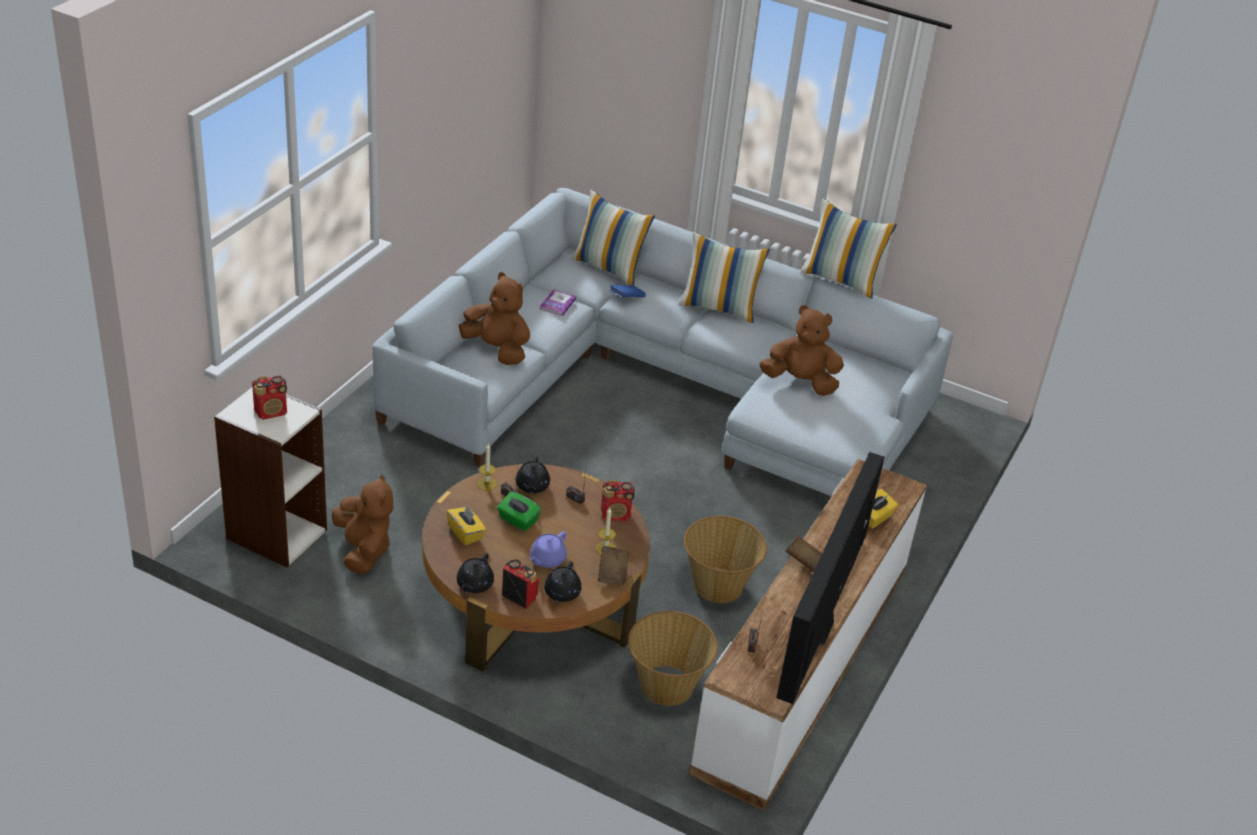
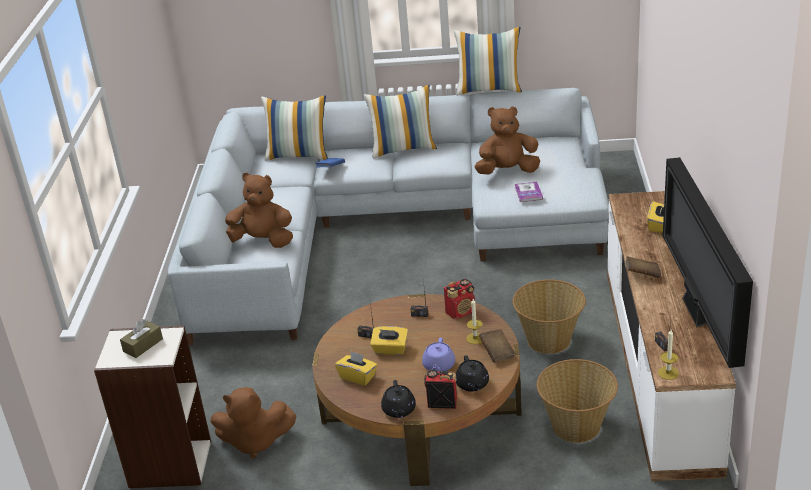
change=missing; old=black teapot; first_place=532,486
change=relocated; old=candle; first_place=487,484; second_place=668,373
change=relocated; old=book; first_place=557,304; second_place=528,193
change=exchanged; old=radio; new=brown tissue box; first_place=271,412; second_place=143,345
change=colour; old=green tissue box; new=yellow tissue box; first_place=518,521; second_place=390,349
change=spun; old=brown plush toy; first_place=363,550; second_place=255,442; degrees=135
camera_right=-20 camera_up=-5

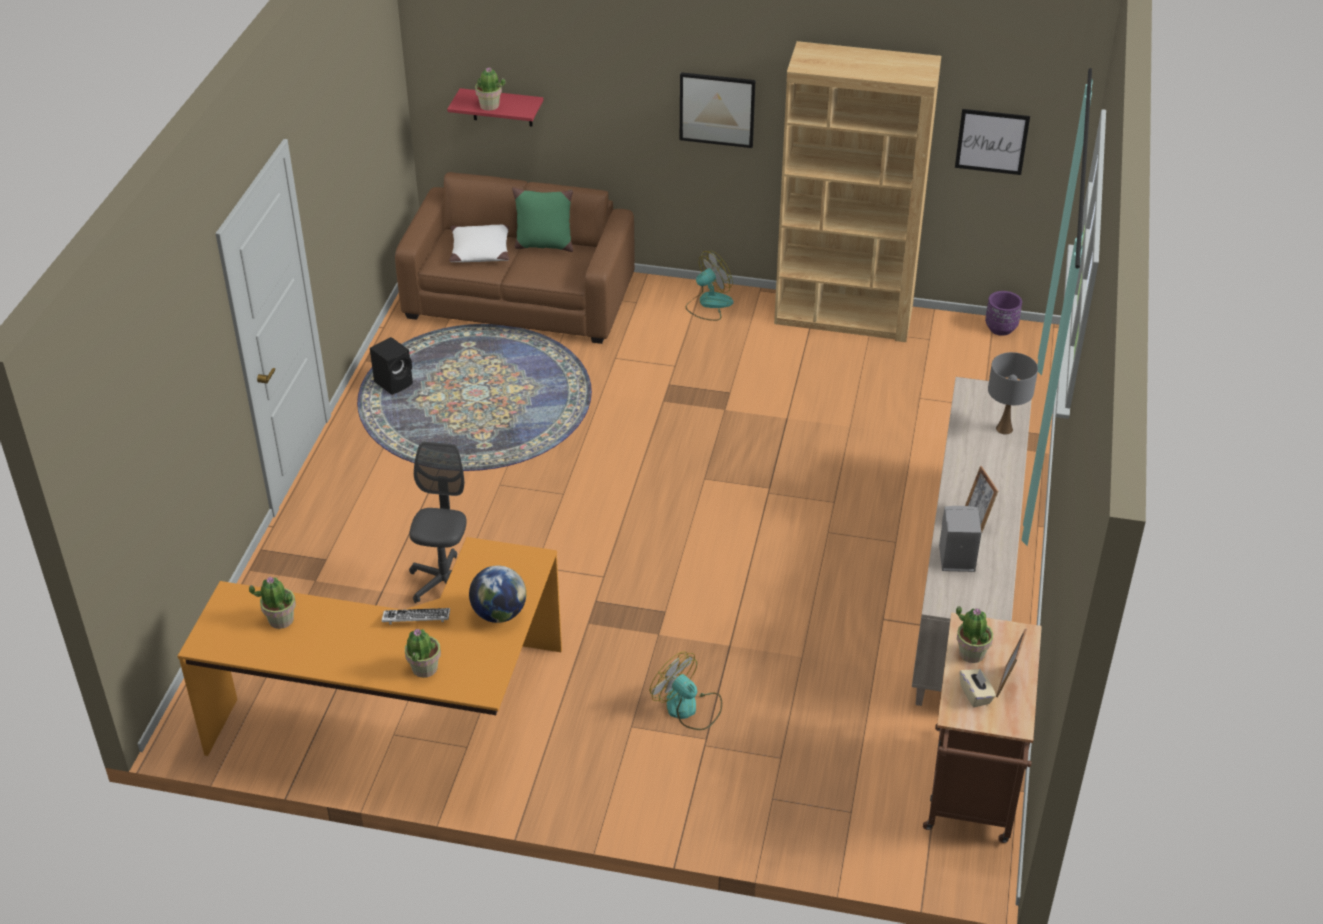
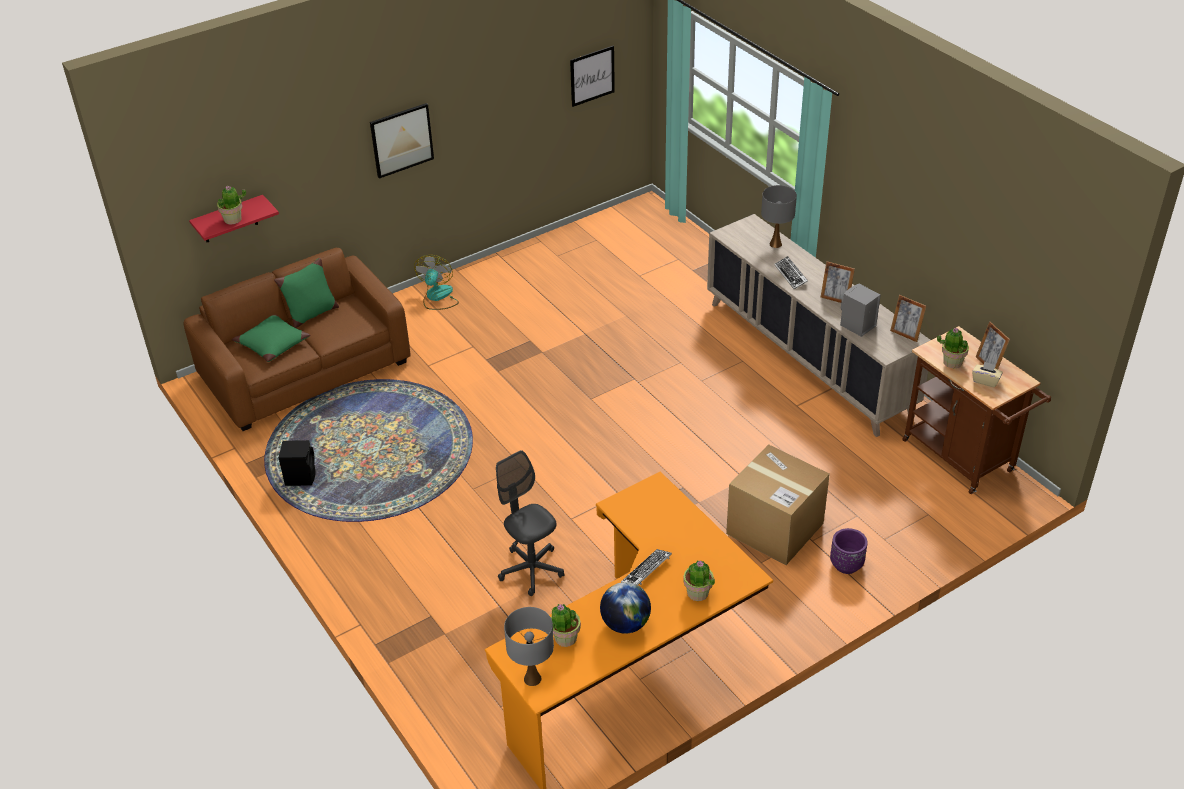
change=missing; old=brown bookcase; first_place=844,316
change=appeared; new=grey table lamp; second_place=532,678
change=appeared; new=keyboard; second_place=791,275
change=appeared; new=picture frame; second_place=905,334
change=relocated; old=globe; first_place=499,614; second_place=625,624
change=relocated; old=purple planter; first_place=1001,328; second_place=846,565
change=exchanged; old=fan; new=cardboard box; first_place=688,708; second_place=775,528
change=colour; old=white pillow; new=green pillow; first_place=480,251; second_place=272,344
camera_right=-45 camera_up=0

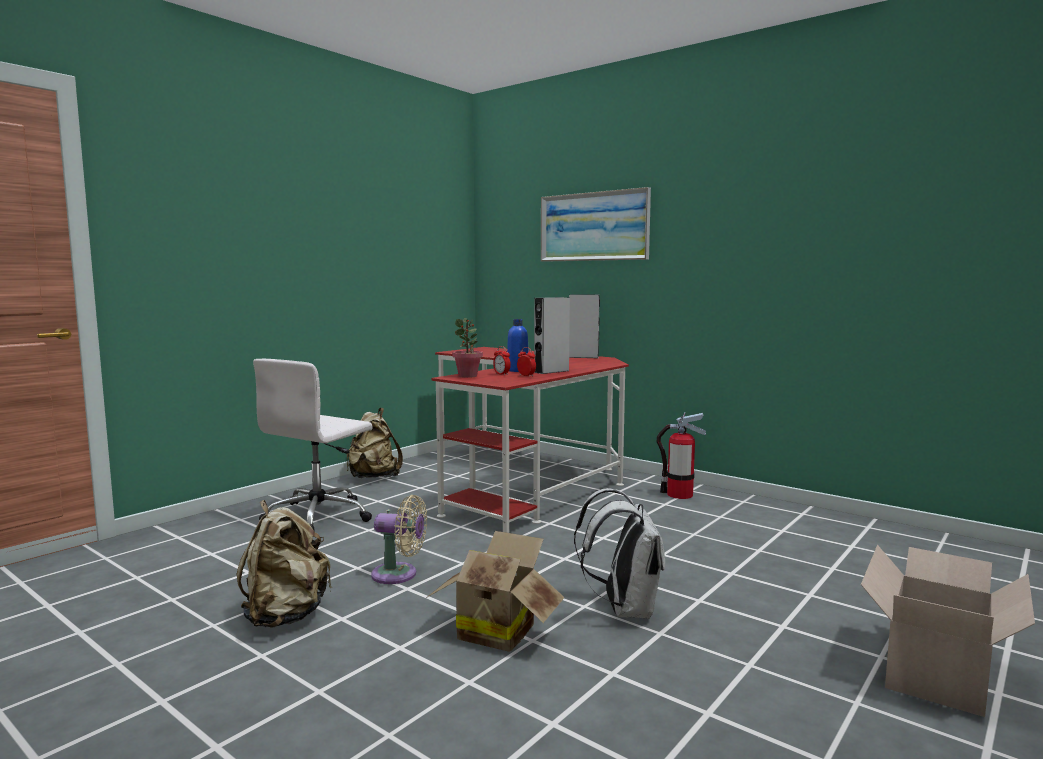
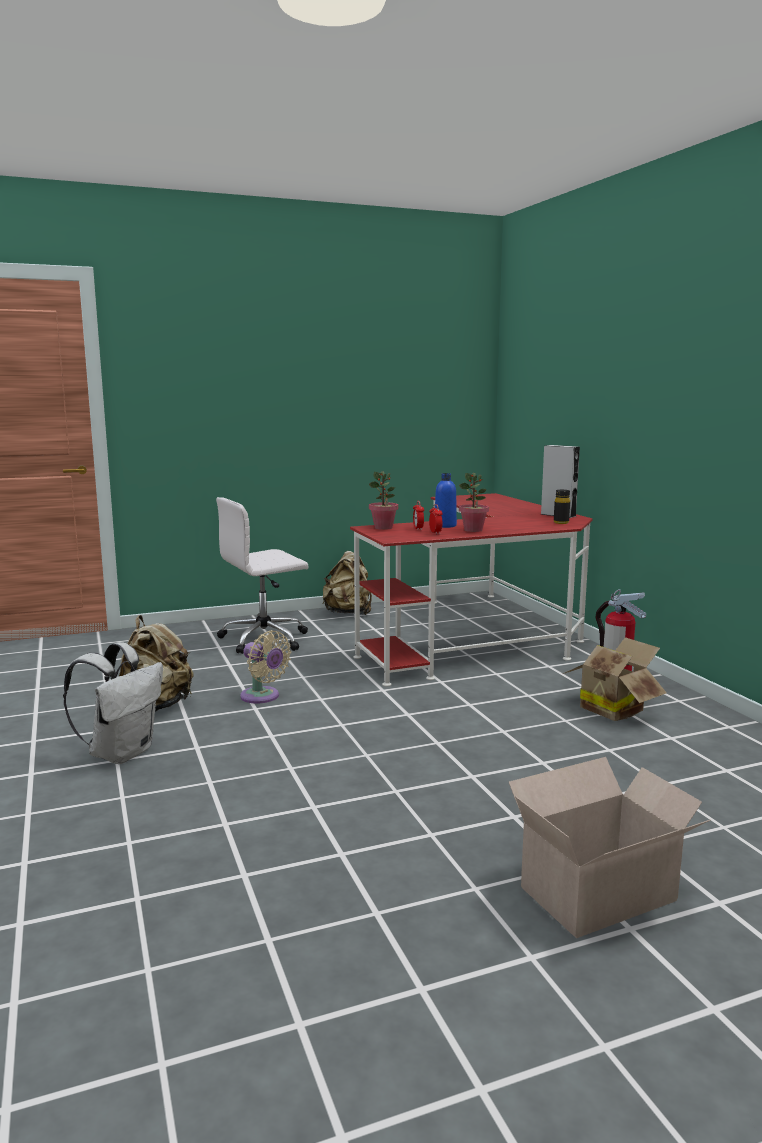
change=missing; old=picture; first_place=594,226
change=appeared; new=black bottle; second_place=561,522
change=relocated; old=cardboard box; first_place=497,630; second_place=613,709
change=relocated; old=white backpack; first_place=624,609; second_place=122,753
change=exchanged; old=grey speaker; new=potted plant; first_place=551,371; second_place=473,530
camera_right=30 camera_up=5

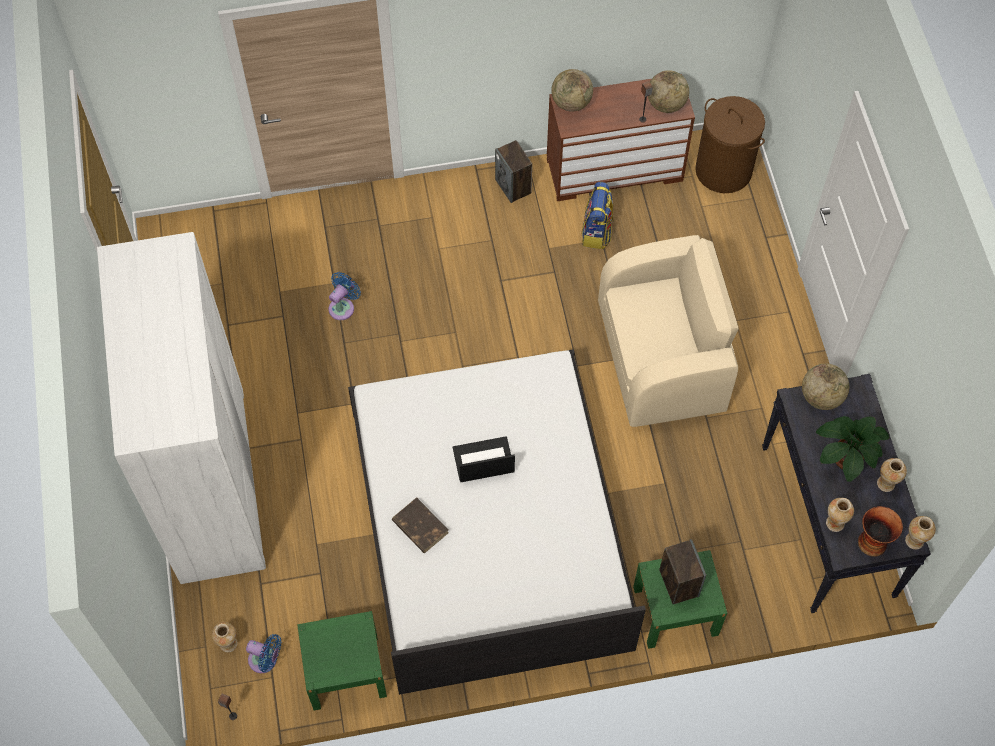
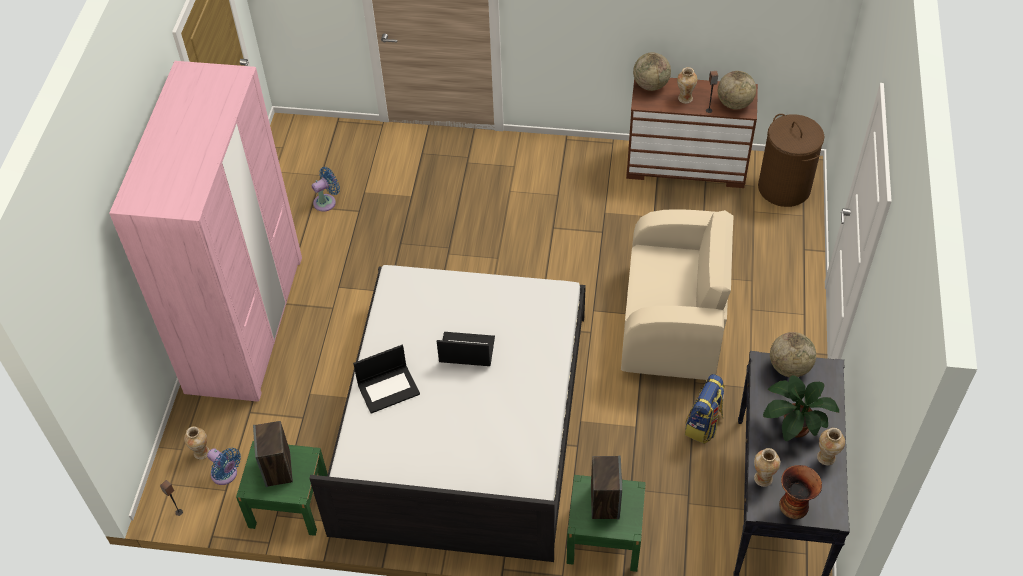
change=relocated; old=blue fan; first_place=343,307; second_place=327,201
change=relocated; old=speaker; first_place=513,186; second_place=278,469
change=relocated; old=backpack; first_place=597,232; second_place=703,425
change=relocated; old=vase; first_place=914,541; second_place=684,99
change=exchanged; old=brown book; new=laptop; first_place=420,526; second_place=389,388
change=colour; old=white wardrobe; new=pink wardrobe; first_place=212,483; second_place=245,323
camera_right=20 camera_up=-10

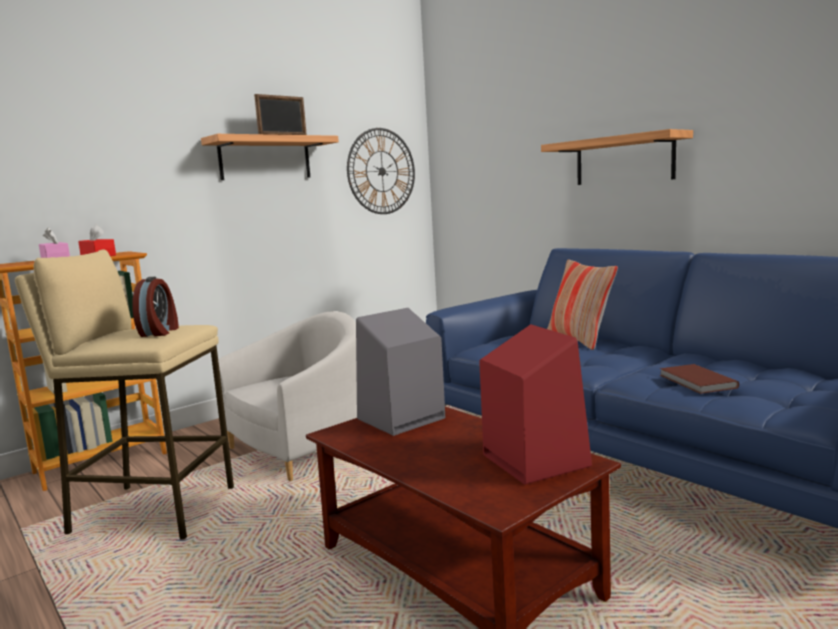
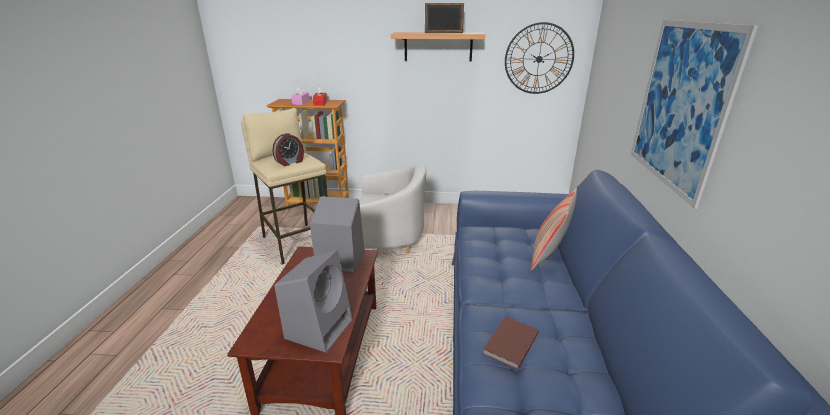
change=exchanged; old=shelf; new=picture; first_place=623,160; second_place=680,106
change=colour; old=red speaker; new=grey speaker; first_place=533,459; second_place=320,327
camera_right=45 camera_up=15

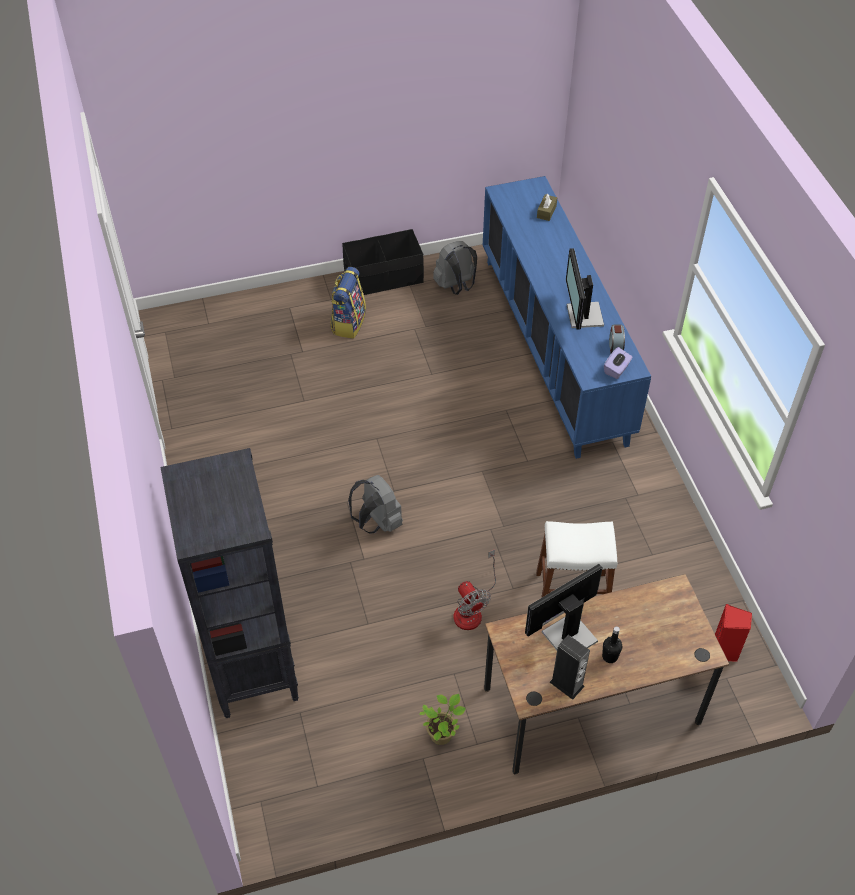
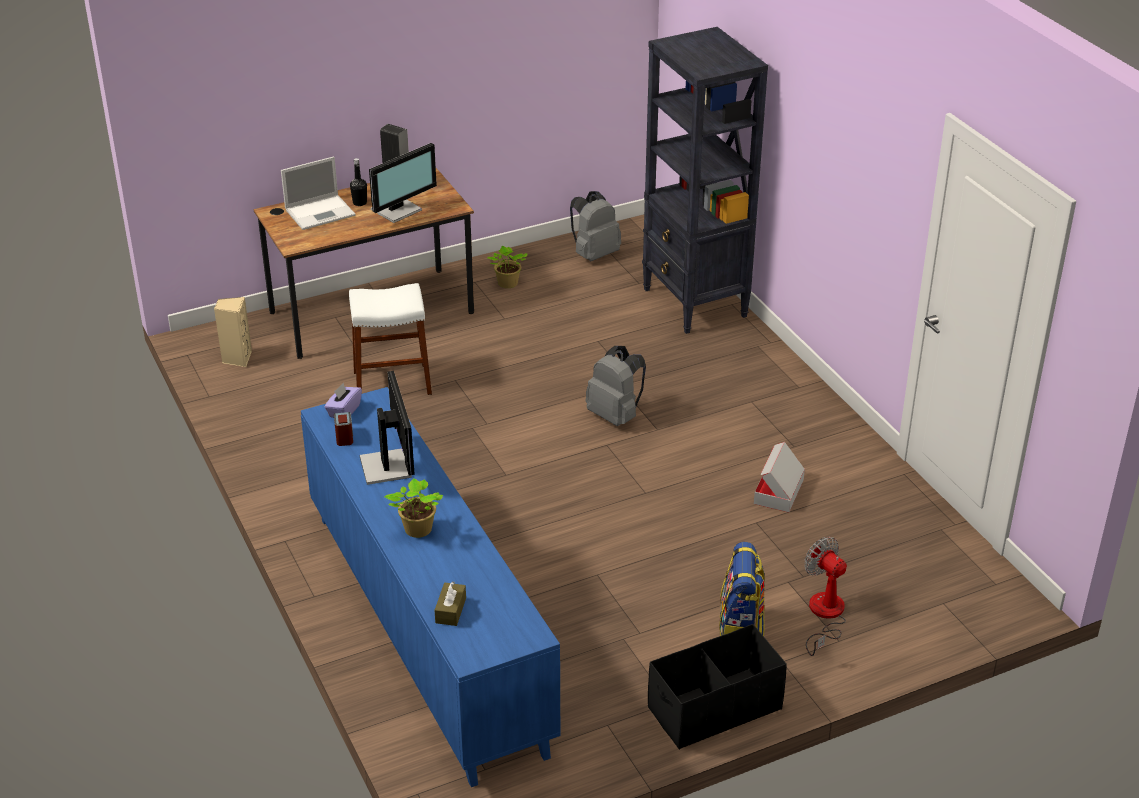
change=appeared; new=laptop; second_place=321,212
change=appeared; new=potted plant; second_place=416,530
change=appeared; new=cardboard box; second_place=778,492
change=relocated; old=grey backpack; first_place=456,286; second_place=594,254
change=relocated; old=fan; first_place=472,609; second_place=824,615
change=colour; old=red speaker; new=beige speaker; first_place=724,651; second_place=237,358
camera_right=170 camera_up=-15

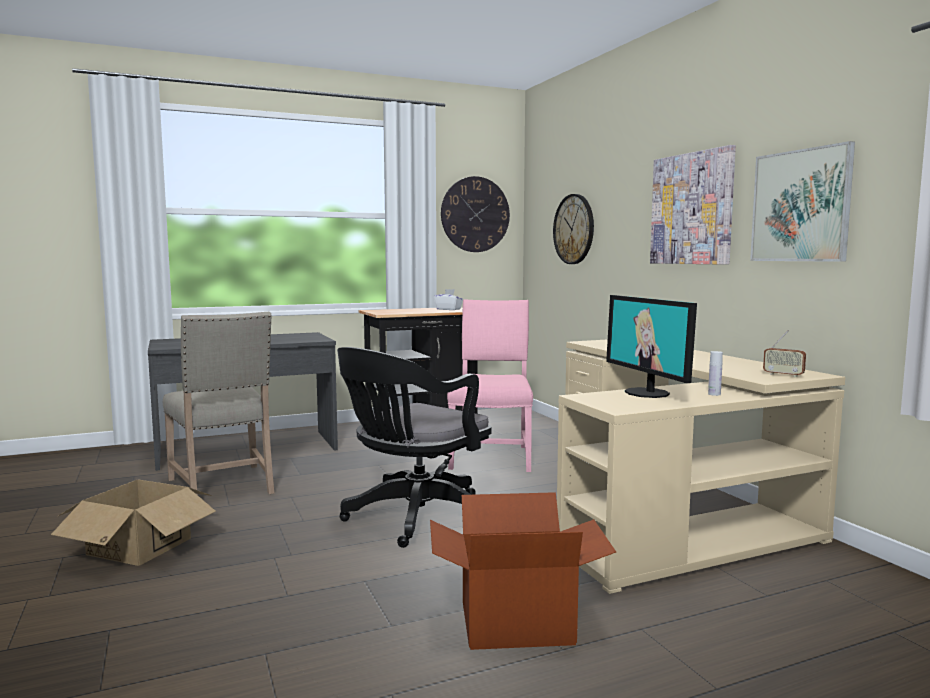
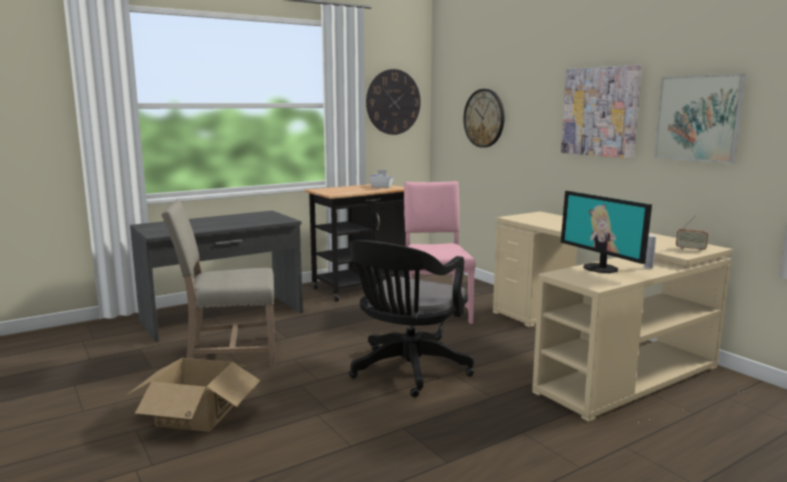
change=missing; old=cardboard box; first_place=516,622
change=spun; old=beige chair; first_place=224,486; second_place=229,353; degrees=120
camera_right=-10 camera_up=5

